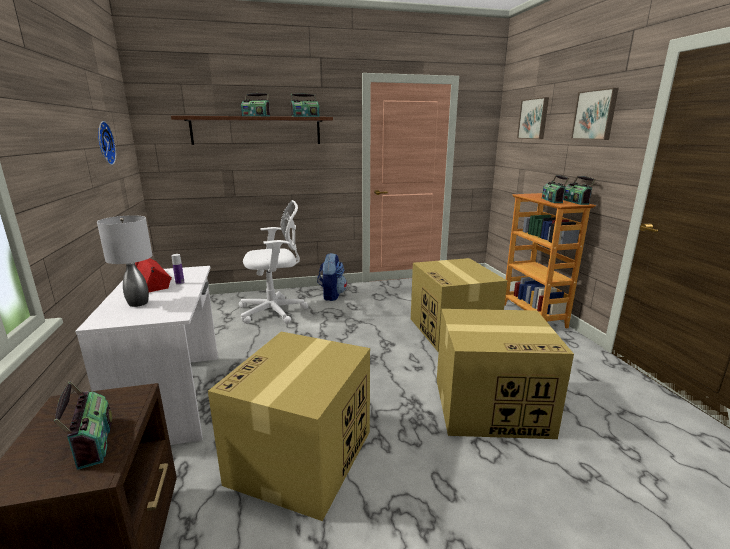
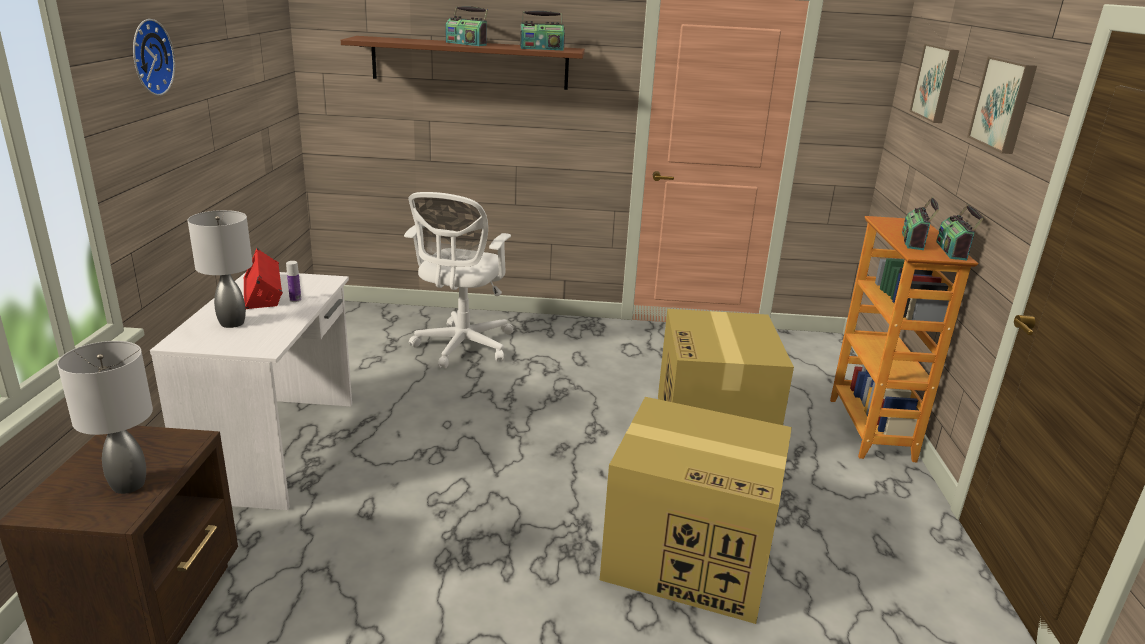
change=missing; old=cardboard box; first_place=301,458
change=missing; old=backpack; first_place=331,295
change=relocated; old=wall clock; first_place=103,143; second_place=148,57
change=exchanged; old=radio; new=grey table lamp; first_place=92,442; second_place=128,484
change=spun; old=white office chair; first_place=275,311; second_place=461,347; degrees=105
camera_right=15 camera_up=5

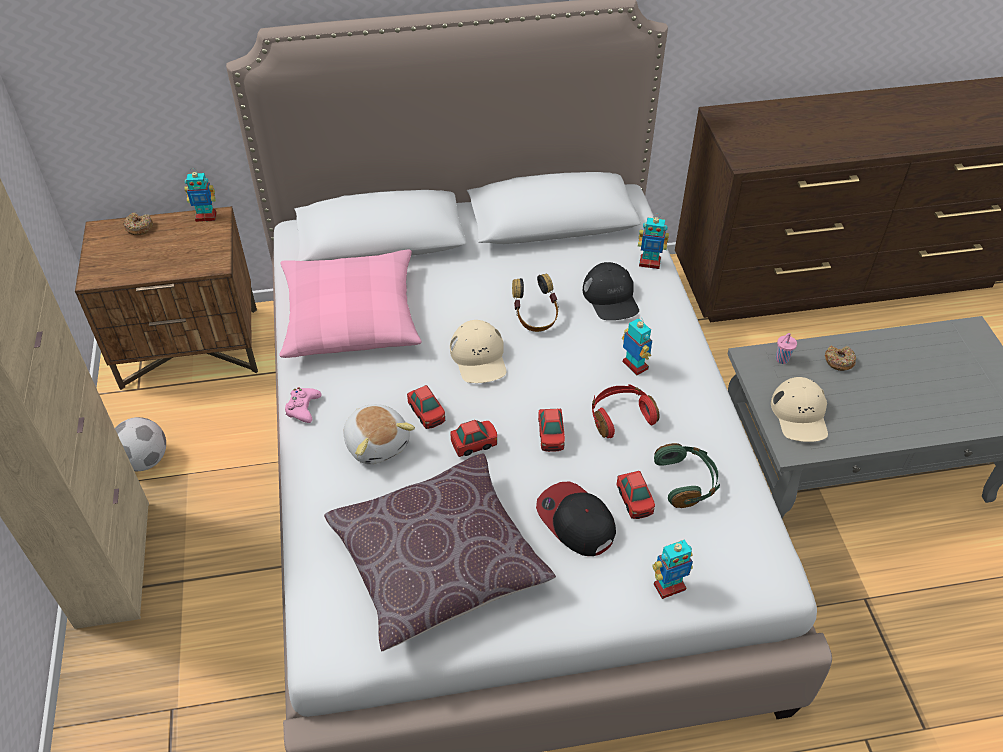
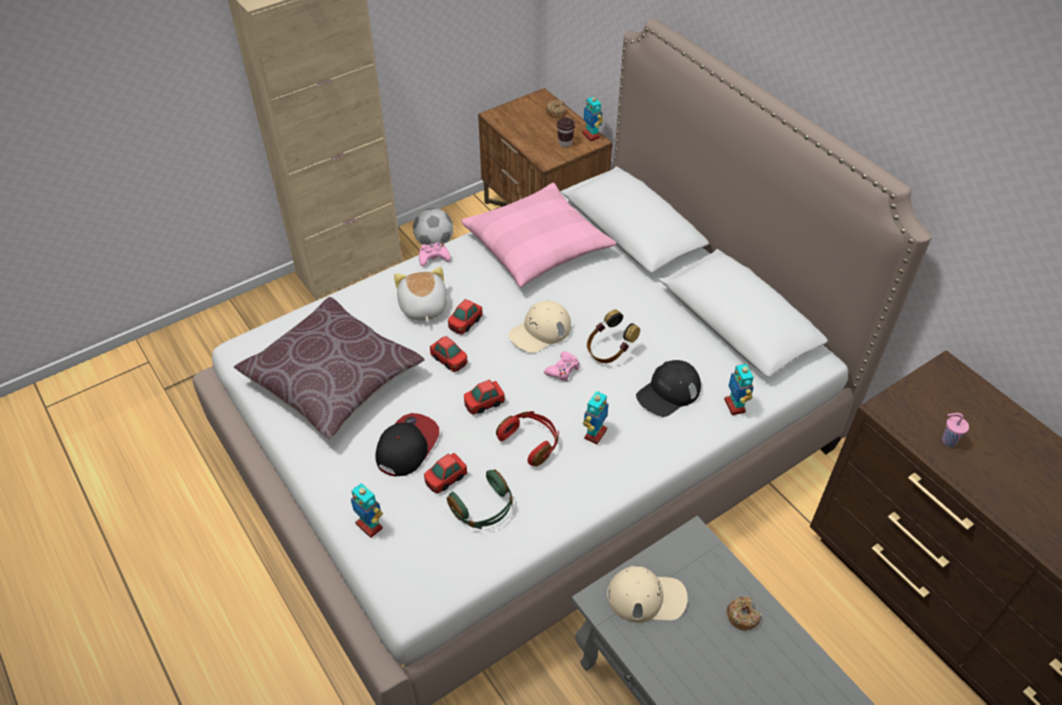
change=appeared; new=pink game controller; second_place=563,370
change=appeared; new=brown cup; second_place=565,143
change=relocated; old=pink cup; first_place=781,359; second_place=947,441
change=spun; old=plush toy; first_place=377,443; second_place=422,307; degrees=135
change=spun; old=beige cap; first_place=800,415; second_place=646,597; degrees=-150
camera_right=65 camera_up=0

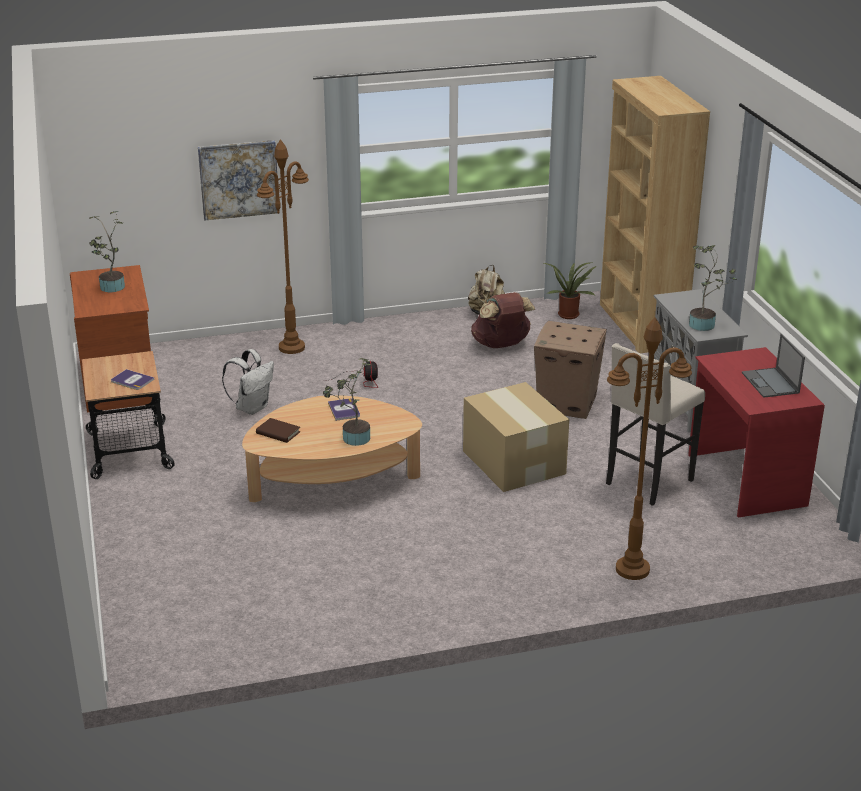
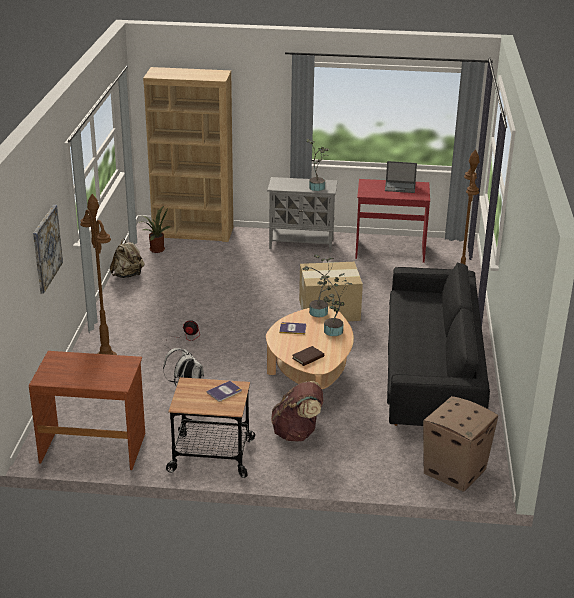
change=missing; old=beige stool; first_place=647,482
change=appeared; new=black sofa; second_place=431,373
change=relocated; old=potted plant; first_place=111,288; second_place=320,313
change=relocated; old=brown backpack; first_place=501,345; second_place=297,433
change=relocated; old=cardboard box; first_place=567,403; second_place=455,471
camera_right=-70 camera_up=0

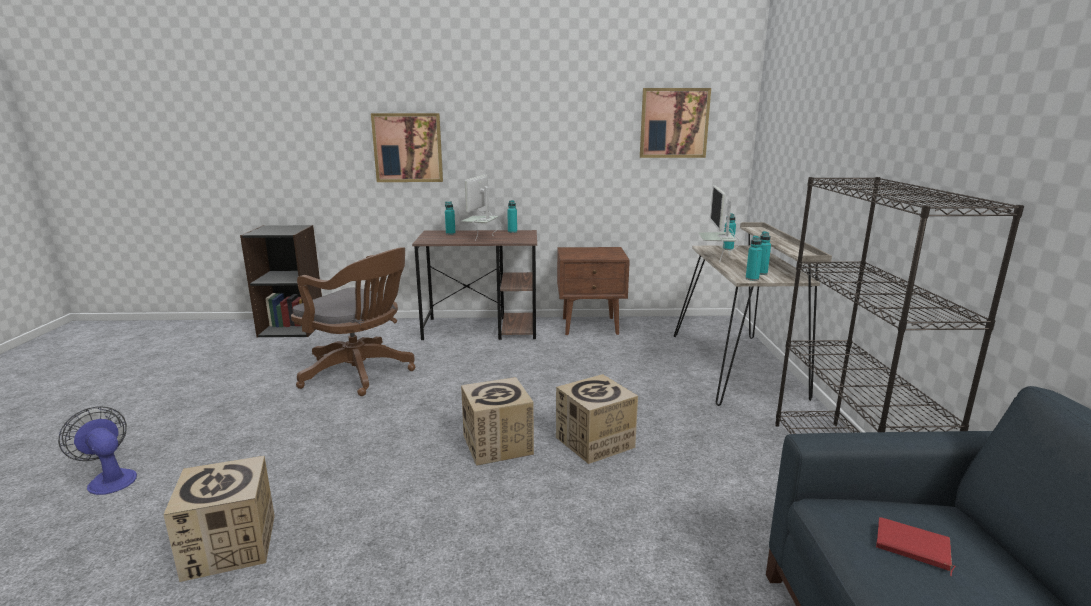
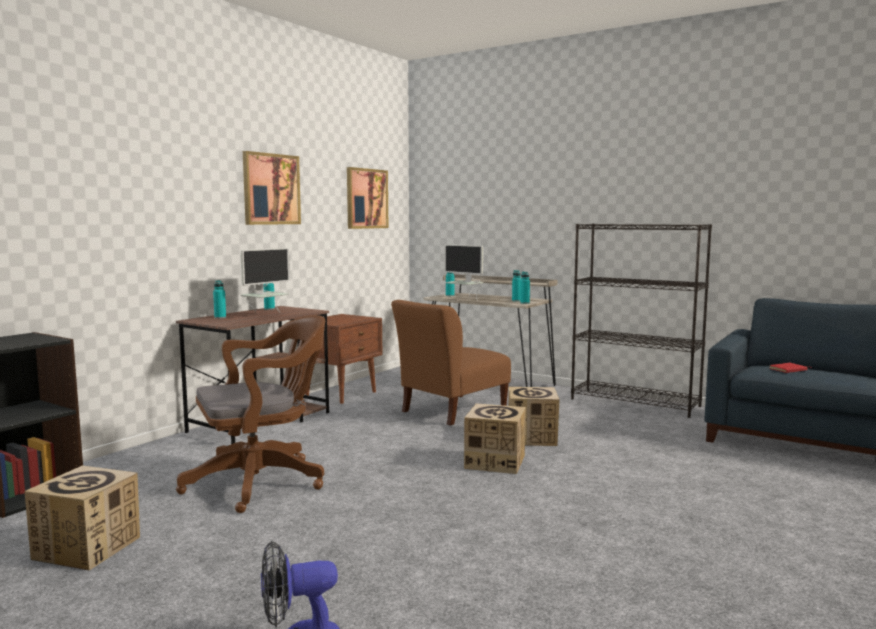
change=appeared; new=brown chair; second_place=451,411
change=relocated; old=cardboard box; first_place=230,546; second_place=88,548
change=relocated; old=picture; first_place=408,148; second_place=271,189
change=spun; old=monitor; first_place=481,237; second_place=265,315; degrees=-105
camera_right=-55 camera_up=-10

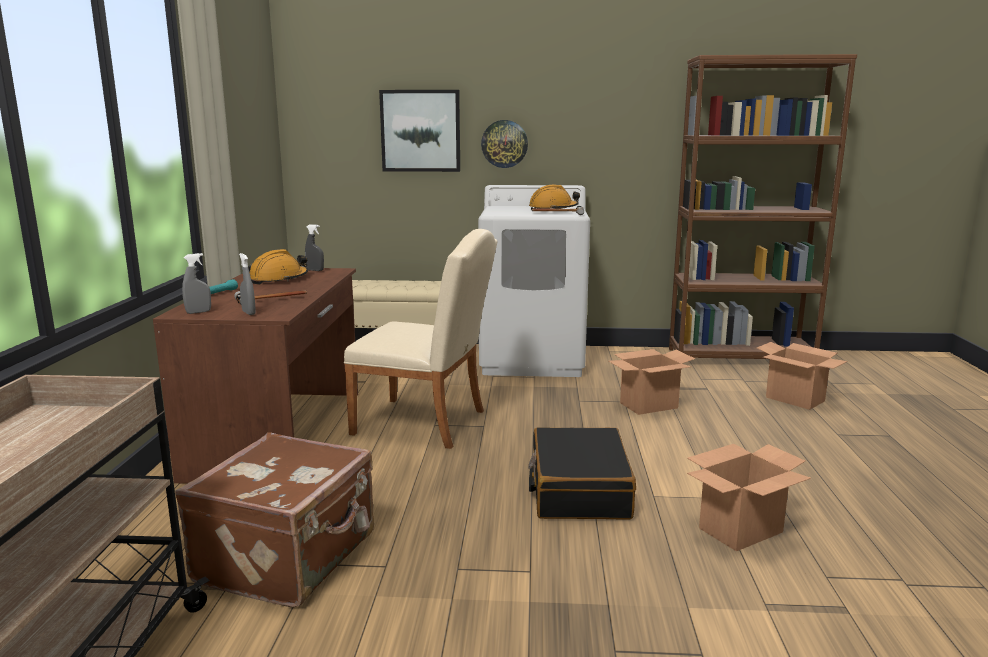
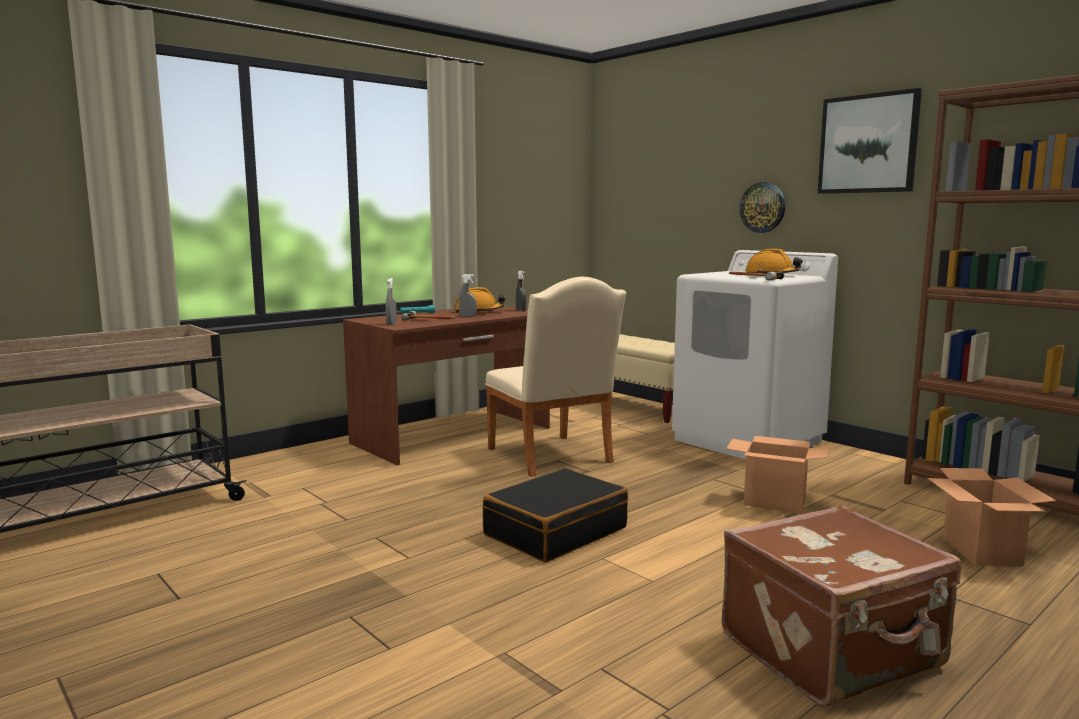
change=missing; old=cardboard box; first_place=740,531
change=relocated; old=brown suitcase; first_place=290,558; second_place=833,652
change=relocated; old=grey spray bottle; first_place=198,312; second_place=467,316
change=relocated; old=picture; first_place=420,131; second_place=868,144
camera_right=45 camera_up=-5

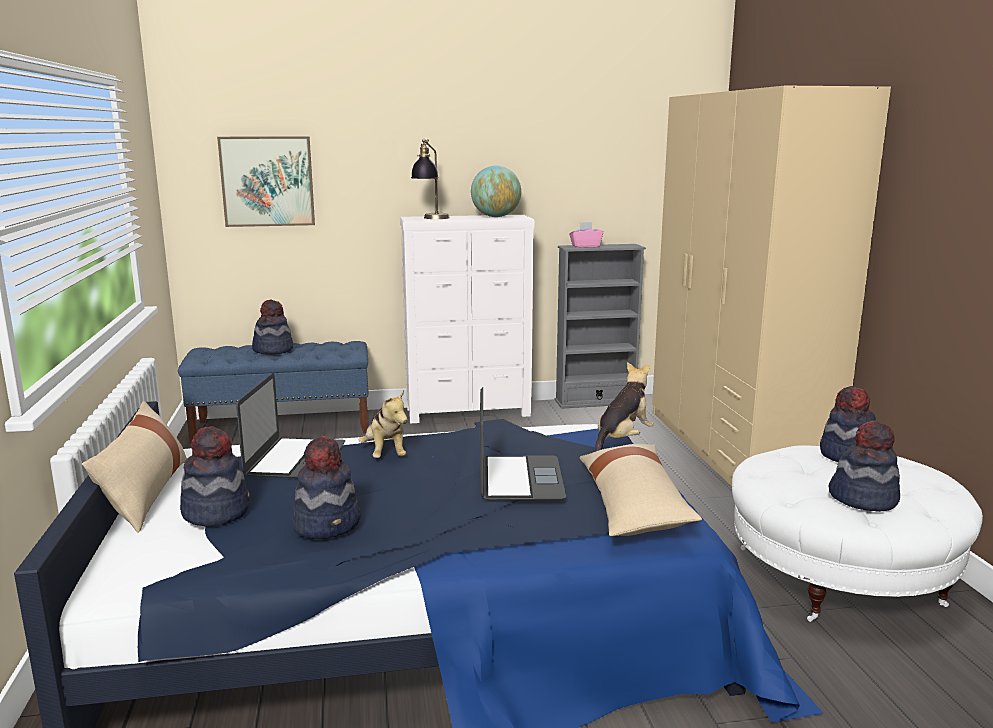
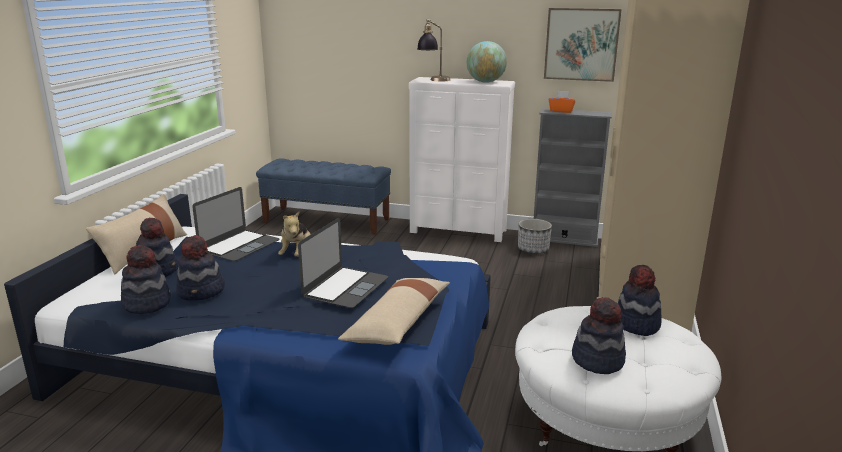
change=missing; old=plush toy; first_place=622,439
change=appeared; new=planter; second_place=533,250
change=relocated; old=picture; first_place=267,181; second_place=581,44
change=relocated; old=hat; first_place=273,350; second_place=147,303
change=colour; old=pink tissue box; new=orange tissue box; first_place=585,246; second_place=561,111
camera_right=25 camera_up=5

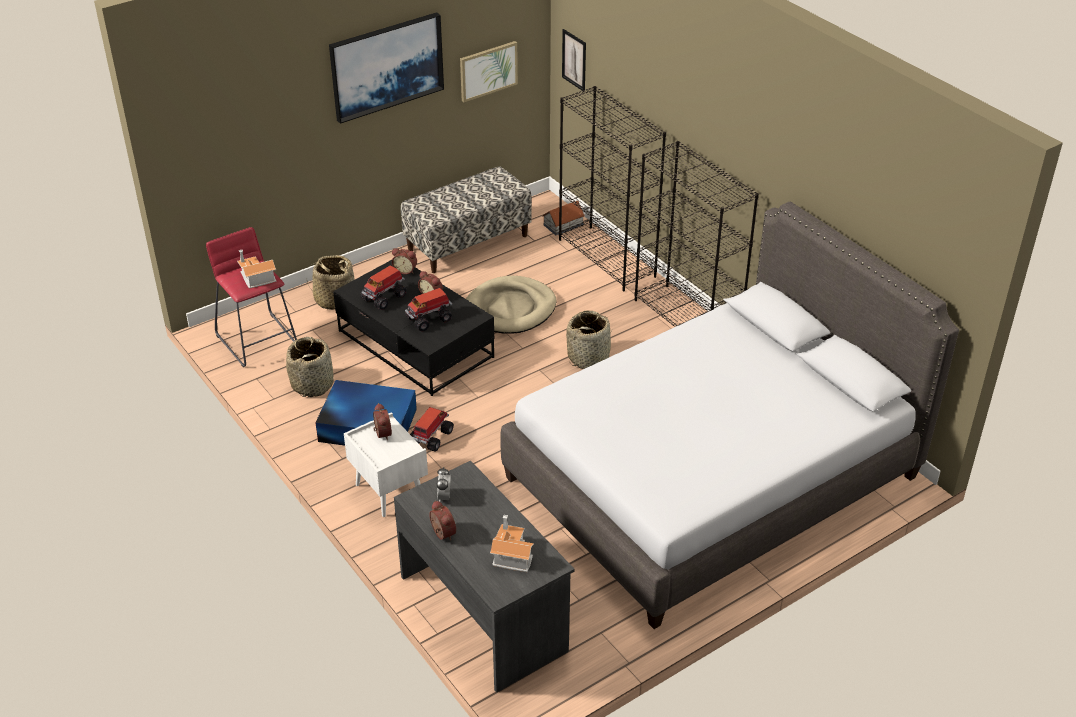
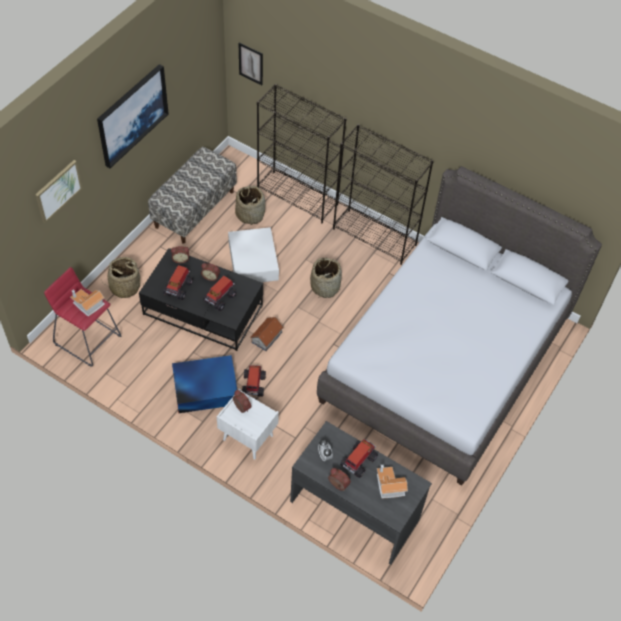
change=appeared; new=toy truck; second_place=358,462
change=relocated; old=basket; first_place=312,384; second_place=250,214
change=relocated; old=picture; first_place=488,70; second_place=58,190
change=relocated; old=toy house; first_place=563,224; second_place=267,337
change=exchanged; old=beige dog bed; new=white storage box; first_place=510,309; second_place=253,260
camera_right=-25 camera_up=15

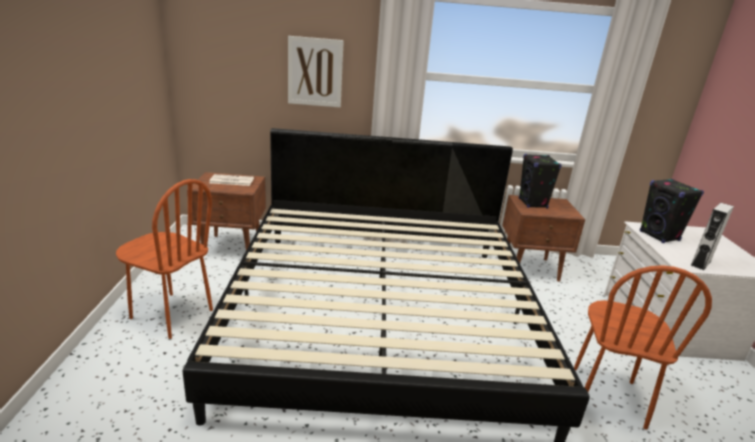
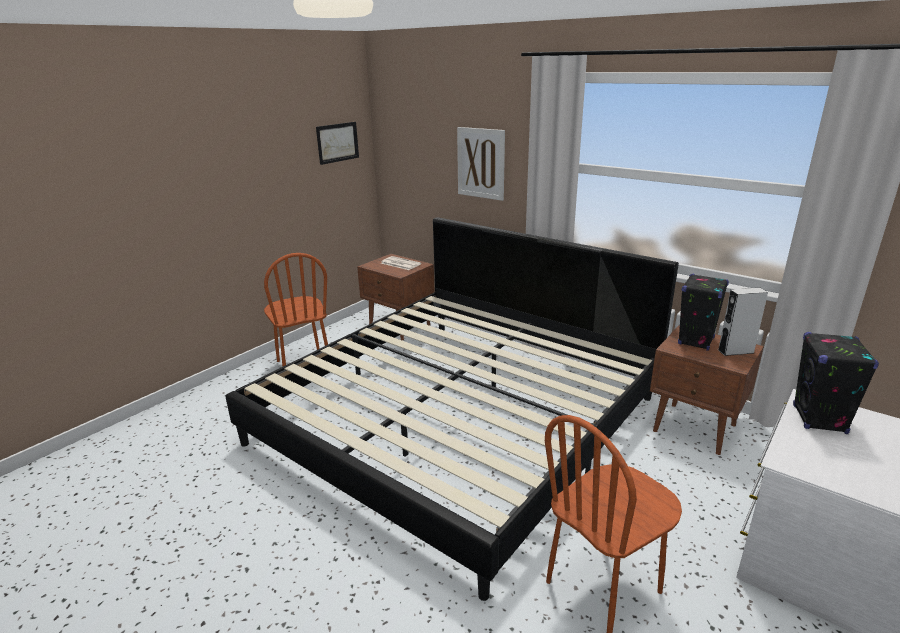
change=appeared; new=picture; second_place=337,142
change=relocated; old=grey speaker; first_place=700,263; second_place=735,351
camera_right=40 camera_up=0

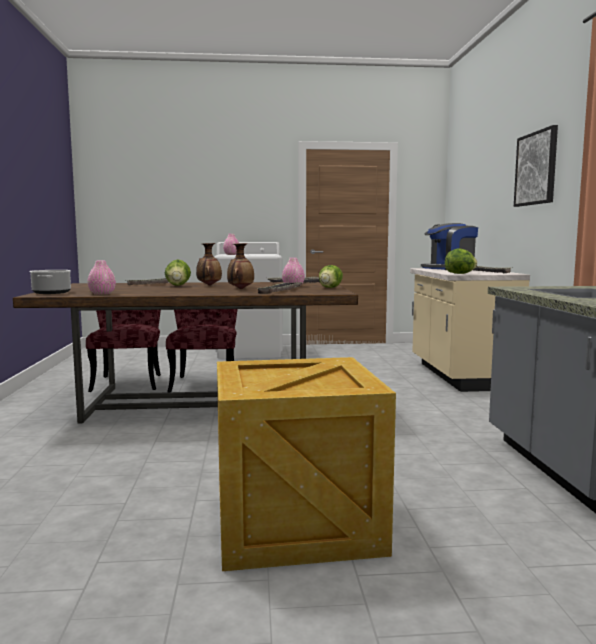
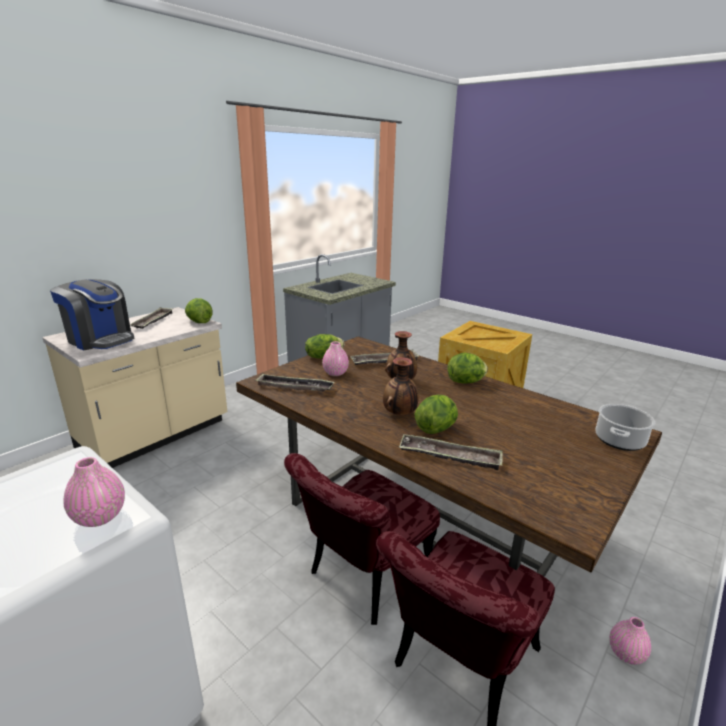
change=missing; old=picture; first_place=536,168
change=appeared; new=lettuce; second_place=466,382
change=relocated; old=pink vase; first_place=102,294; second_place=625,653
camera_right=-135 camera_up=15

